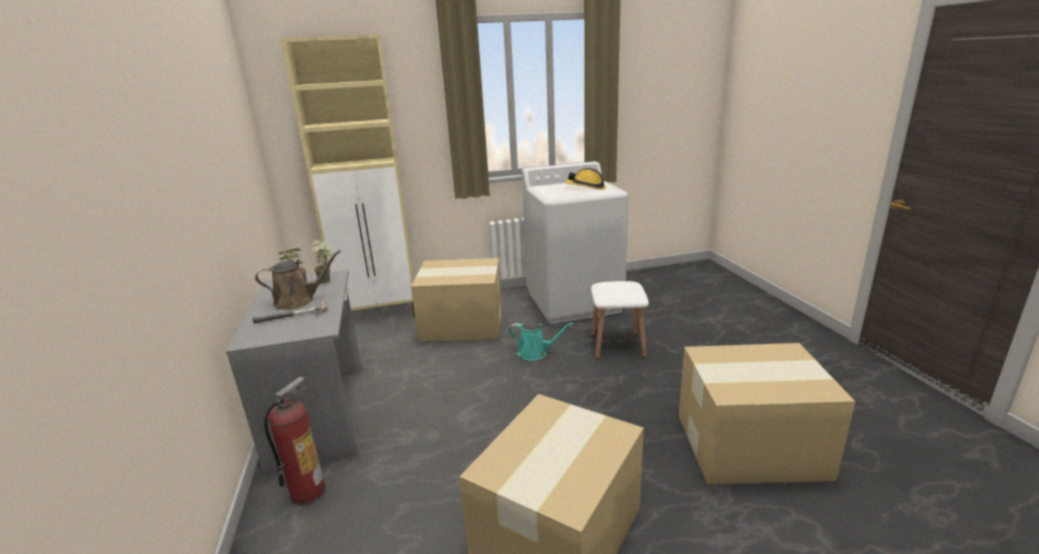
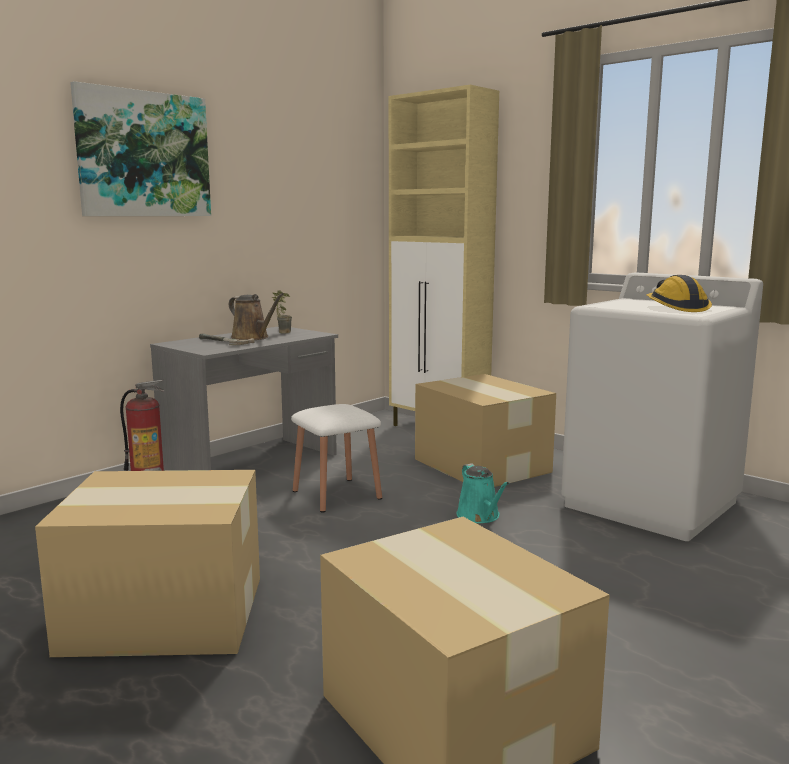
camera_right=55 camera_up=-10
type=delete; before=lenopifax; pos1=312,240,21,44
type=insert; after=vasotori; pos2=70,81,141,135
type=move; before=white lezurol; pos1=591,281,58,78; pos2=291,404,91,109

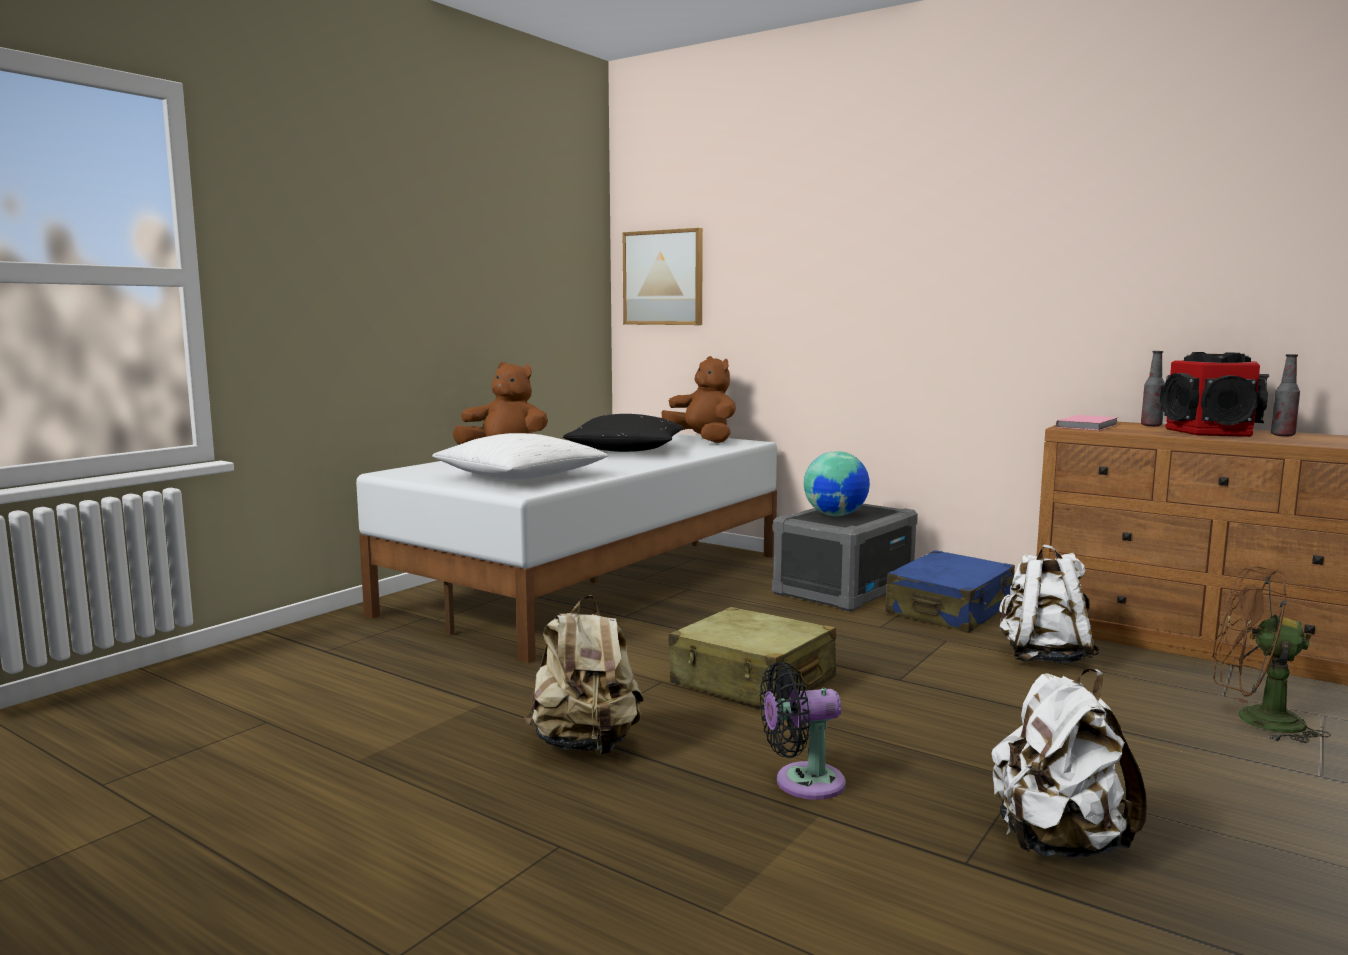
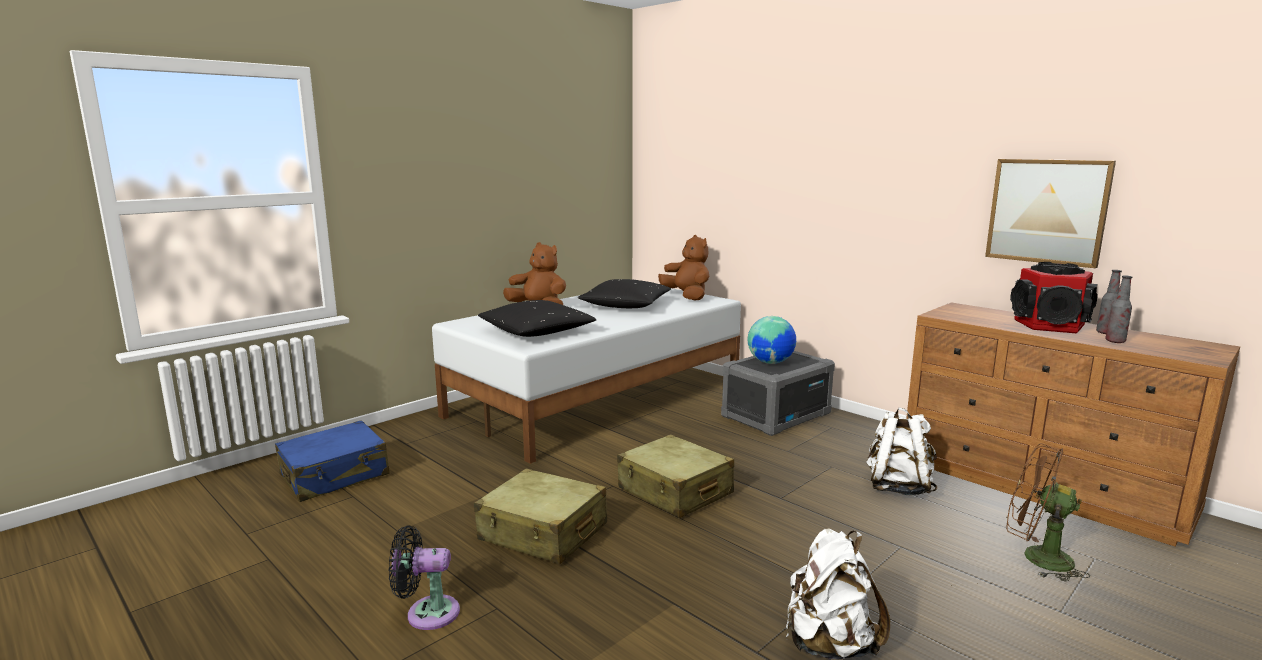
camera_right=10 camera_up=5
type=delete; before=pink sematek; pos1=1056,415,62,16
type=move; before=vasotori; pos1=623,228,80,97; pos2=985,159,131,109
type=move; before=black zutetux; pos1=760,662,86,138; pos2=389,525,71,105
type=move; before=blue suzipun; pos1=885,550,130,83; pos2=275,420,115,82
type=move; before=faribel; pos1=1141,351,24,75; pos2=1105,275,27,68
type=replace; before=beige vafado; after=beige suzipun; pos1=524,595,120,160; pos2=474,468,133,96
type=recolor; before=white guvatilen; after=black guvatilen; pos1=432,433,176,47; pos2=478,300,118,37

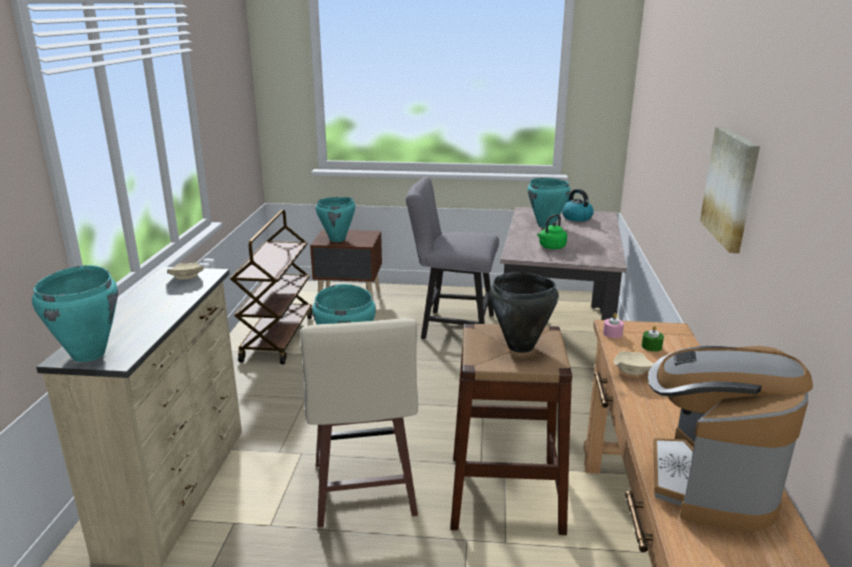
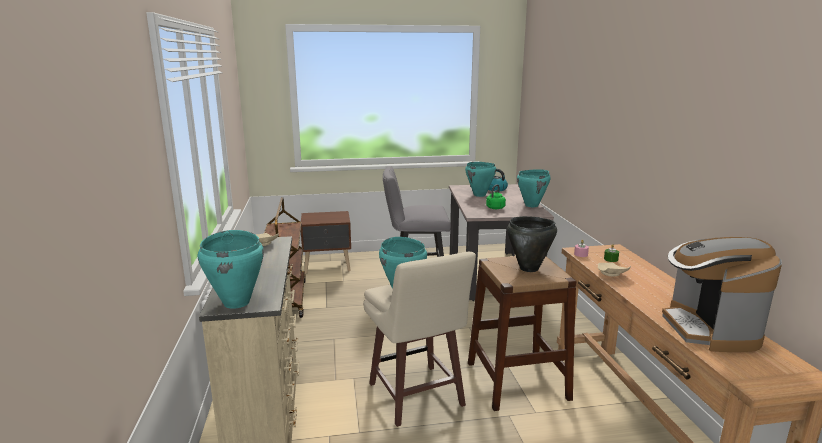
camera_right=-15 camera_up=-5
type=delete; before=vasotori; pos1=700,127,60,126
type=move; before=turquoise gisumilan; pos1=316,197,40,45; pos2=517,169,34,38

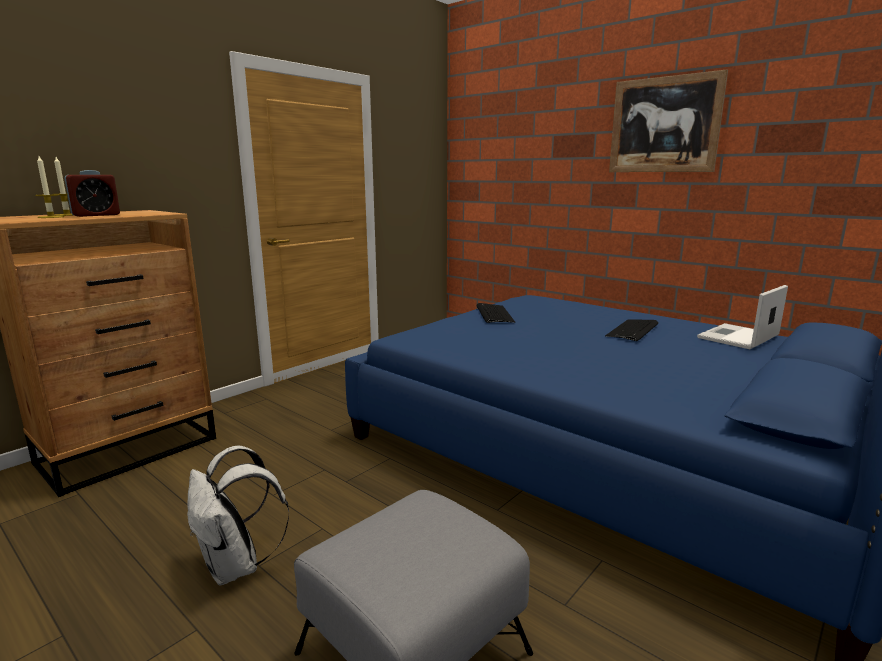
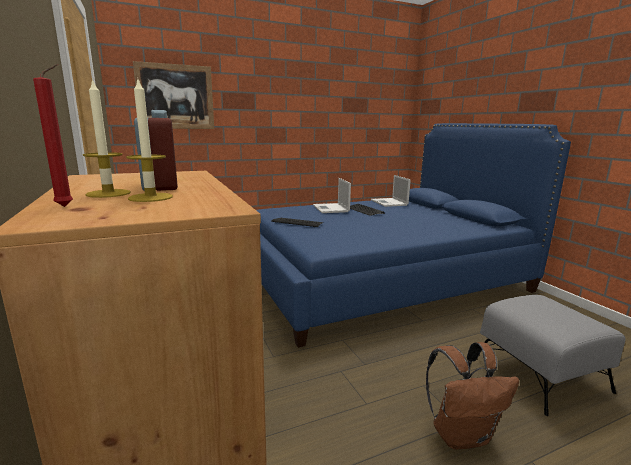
camera_right=-65 camera_up=0
type=insert; after=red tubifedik; pos2=33,64,40,143
type=insert; after=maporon; pos2=313,178,38,35
type=move; before=vasotori; pos1=609,70,119,102; pos2=133,61,81,68
type=recolor; before=white vafado; after=brown vafado; pos1=187,445,103,141; pos2=426,342,93,108

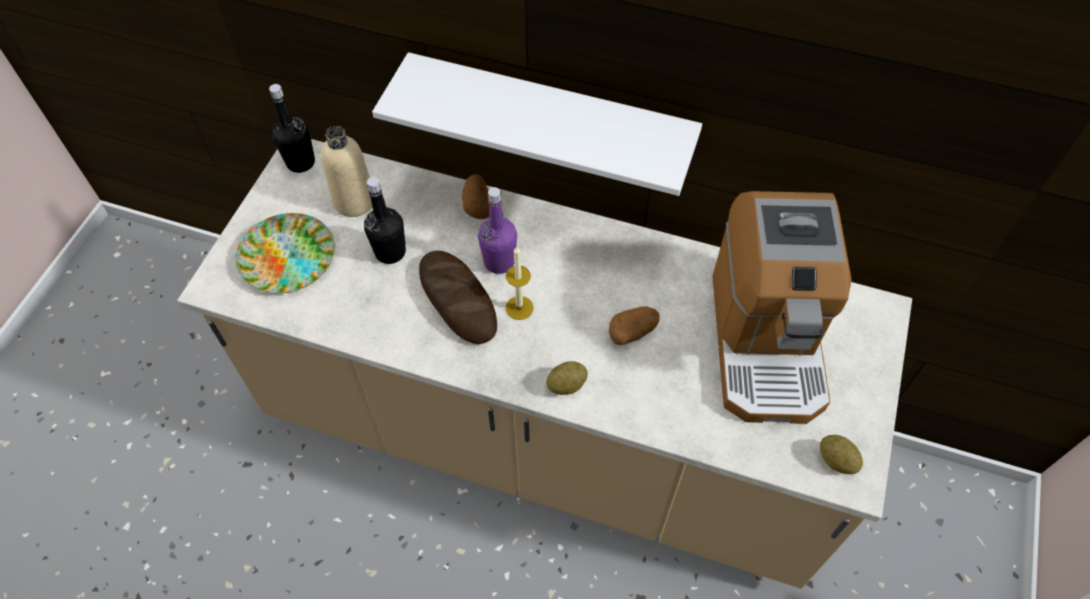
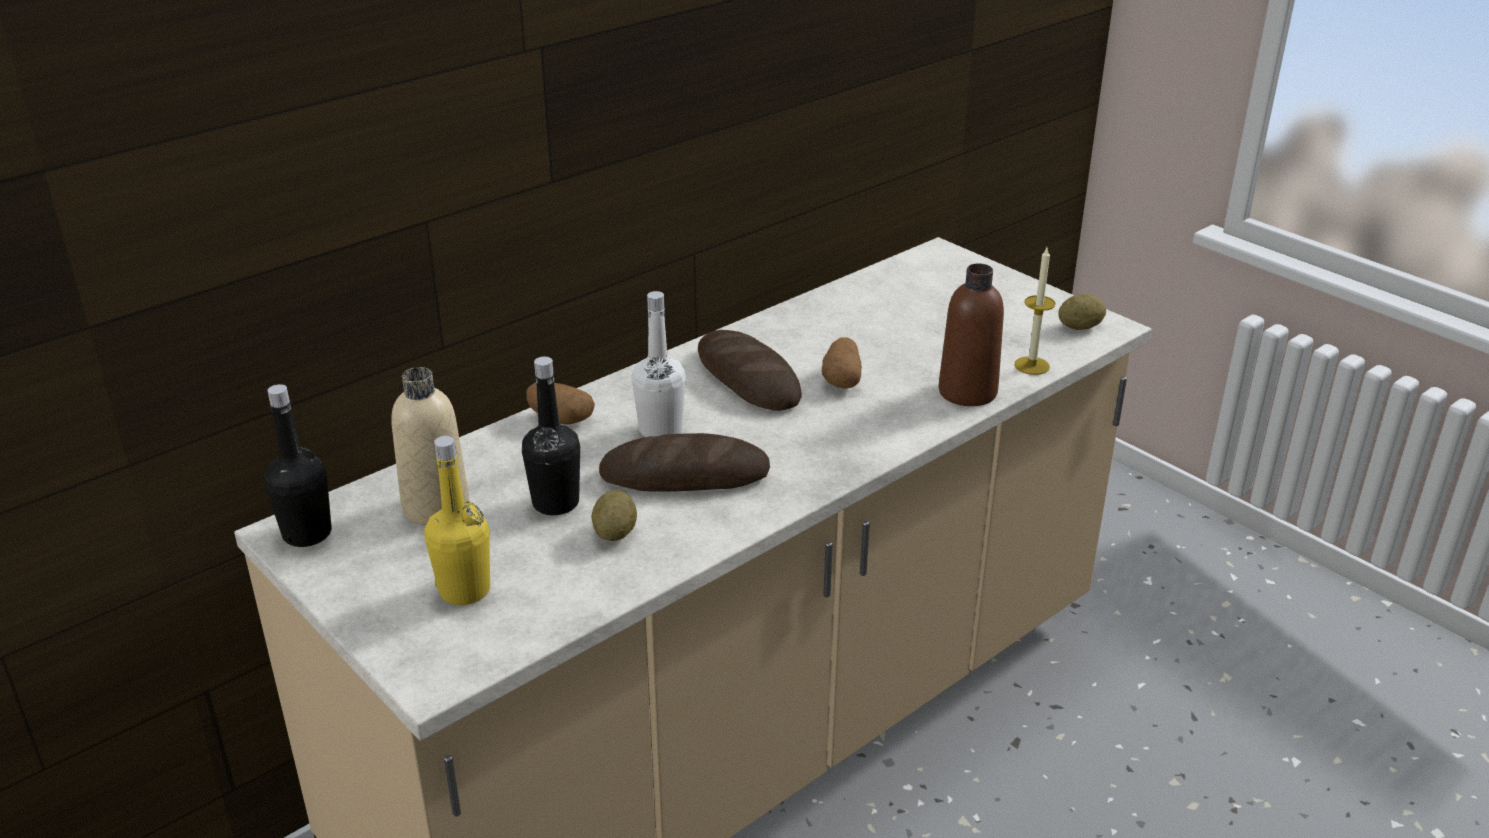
camera_right=-60 camera_up=-25
type=delete; before=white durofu; pos1=372,52,330,144
type=delete; before=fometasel; pos1=712,191,140,233
type=insert; after=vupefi; pos2=698,330,104,81
type=insert; after=brown faribel; pos2=939,263,65,143
type=move; before=tubifedik; pos1=506,247,28,73; pos2=1014,248,42,127
type=move; before=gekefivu; pos1=546,361,42,34; pos2=591,490,46,51
type=replace; before=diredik; after=yellow faribel; pos1=235,213,100,80; pos2=424,436,66,169
type=recolor; before=purple faribel; after=white faribel; pos1=478,187,39,87; pos2=632,291,54,146

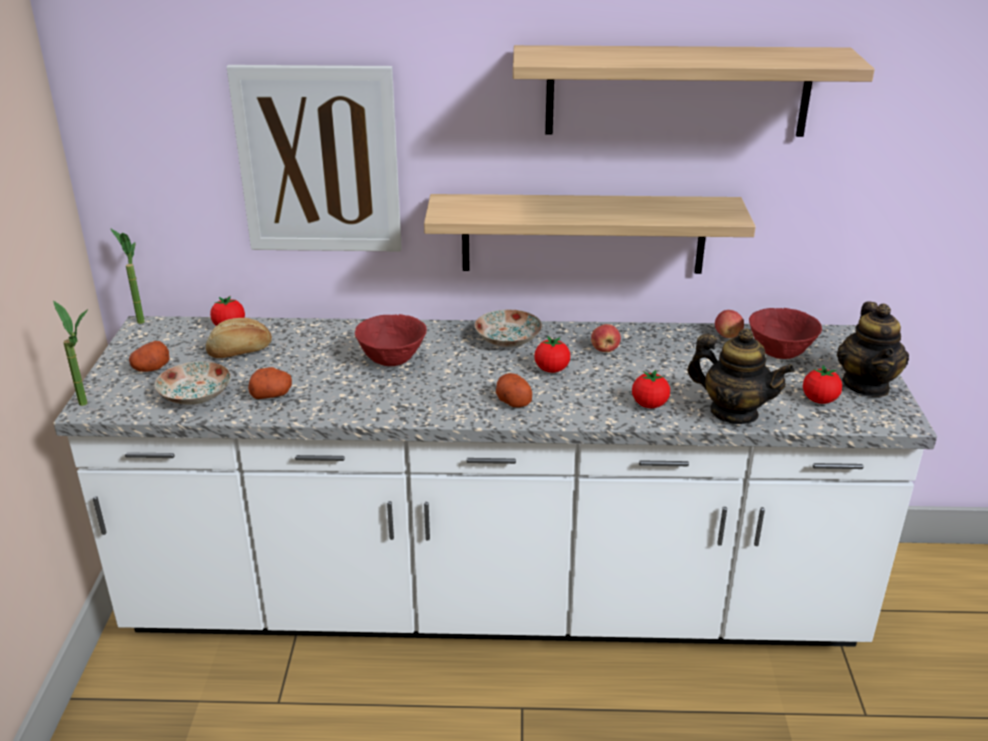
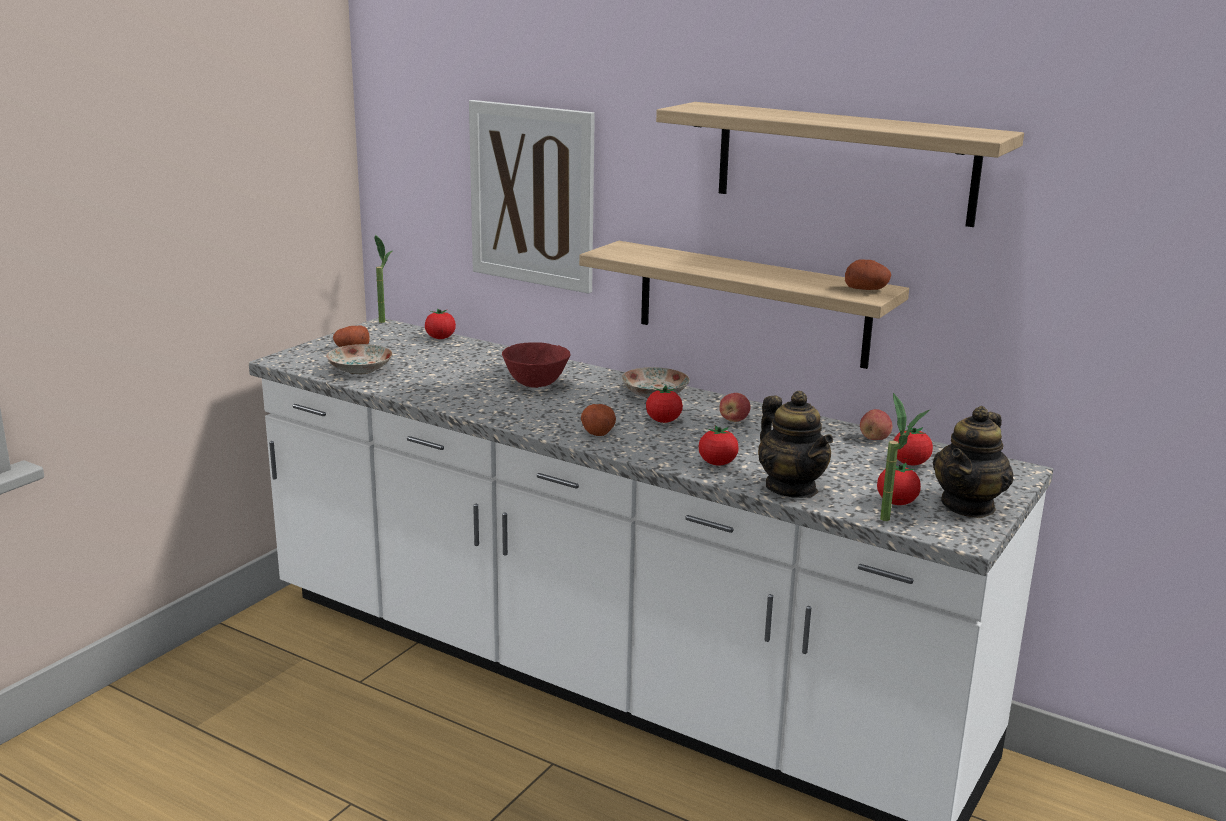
camera_right=30 camera_up=-10
type=delete; before=vupefi; pos1=206,318,66,40
type=move; before=lenopifax; pos1=53,301,35,105; pos2=880,393,50,128
type=move; before=gekefivu; pos1=248,367,44,32; pos2=845,259,46,31
type=replace; before=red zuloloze; after=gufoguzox; pos1=749,308,73,51; pos2=893,426,40,39

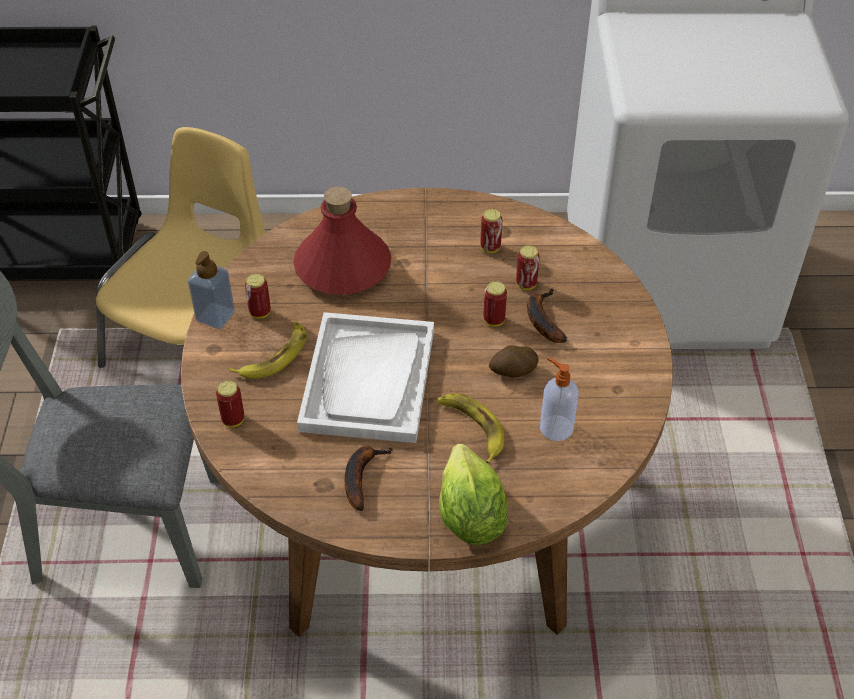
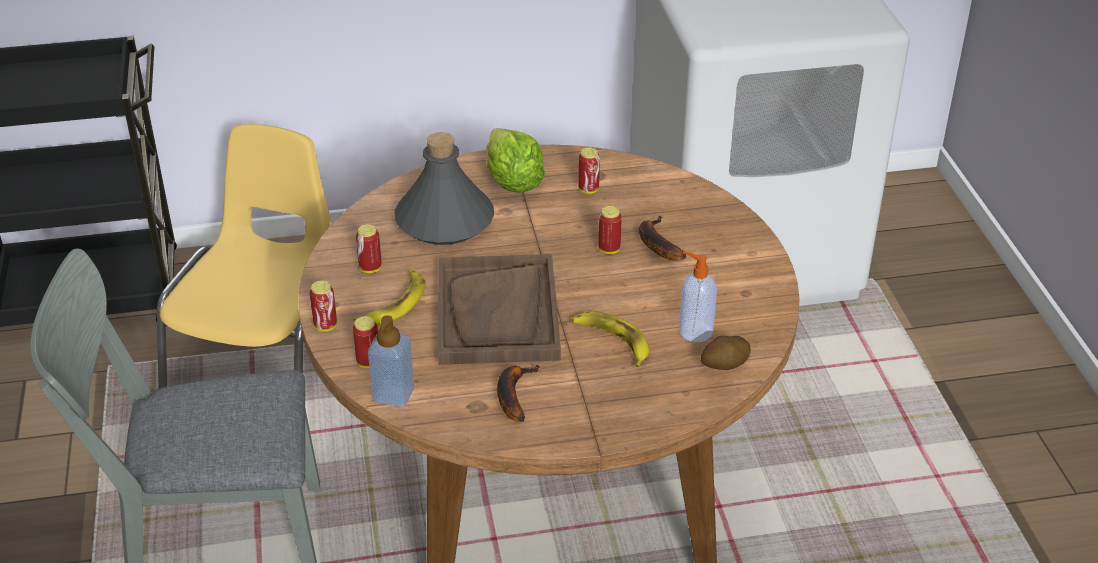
camera_right=-10 camera_up=-10
type=move; before=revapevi; pos1=188,251,47,78; pos2=368,315,46,92
type=move; before=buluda; pos1=439,444,69,101; pos2=486,128,59,65
type=move; before=gekefivu; pos1=489,345,50,33; pos2=701,336,50,34
type=move; before=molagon; pos1=516,245,24,45; pos2=310,281,27,51
type=recolor; before=red faribel; after=grey faribel; pos1=293,187,98,108; pos2=395,132,99,113
type=recolor; before=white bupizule; after=brown bupizule; pos1=297,312,137,131; pos2=438,254,123,111

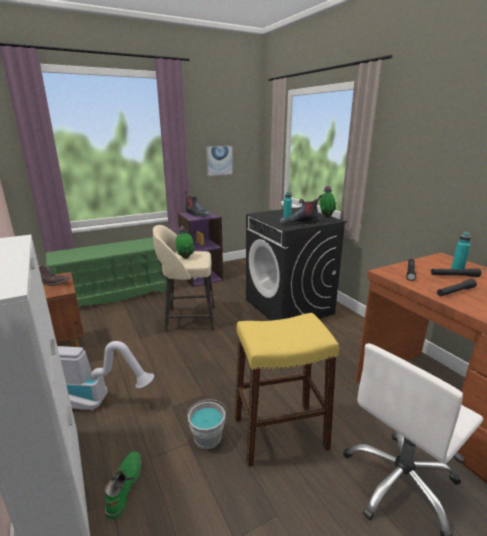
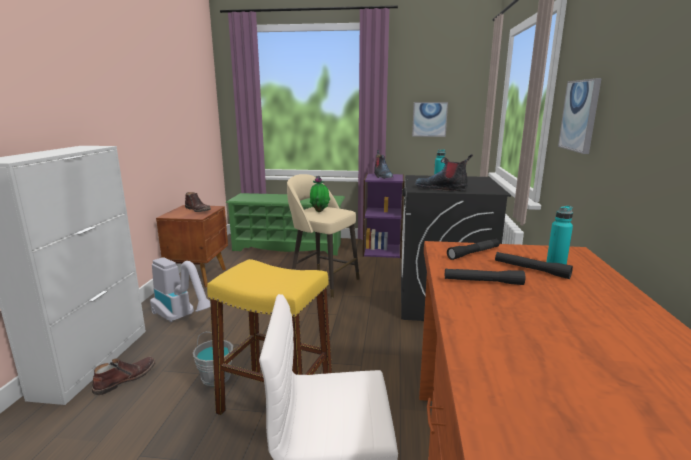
camera_right=35 camera_up=-5
type=delete; before=lenopifax; pos1=320,185,17,32
type=insert; after=vasotori; pos2=558,78,44,76
type=recolor; before=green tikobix; after=brown tikobix; pos1=105,451,36,68; pos2=92,357,64,38

